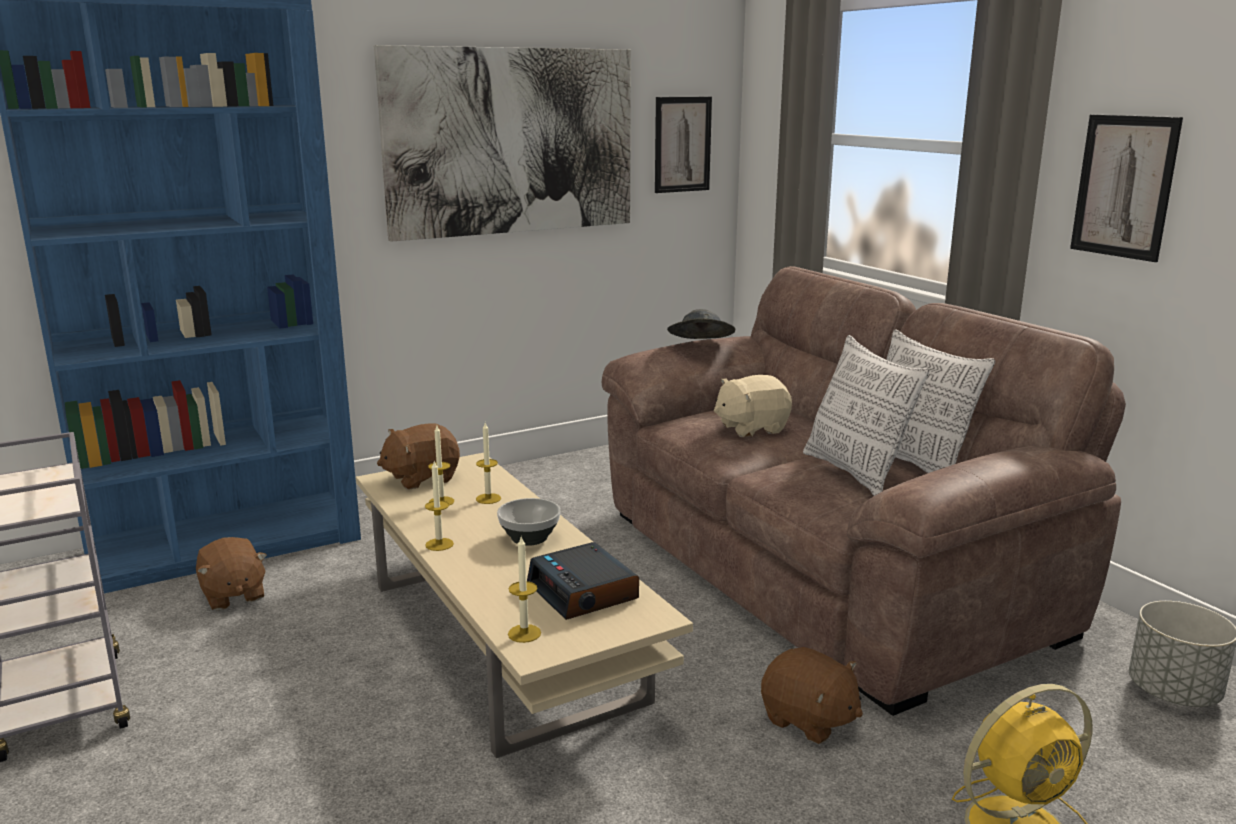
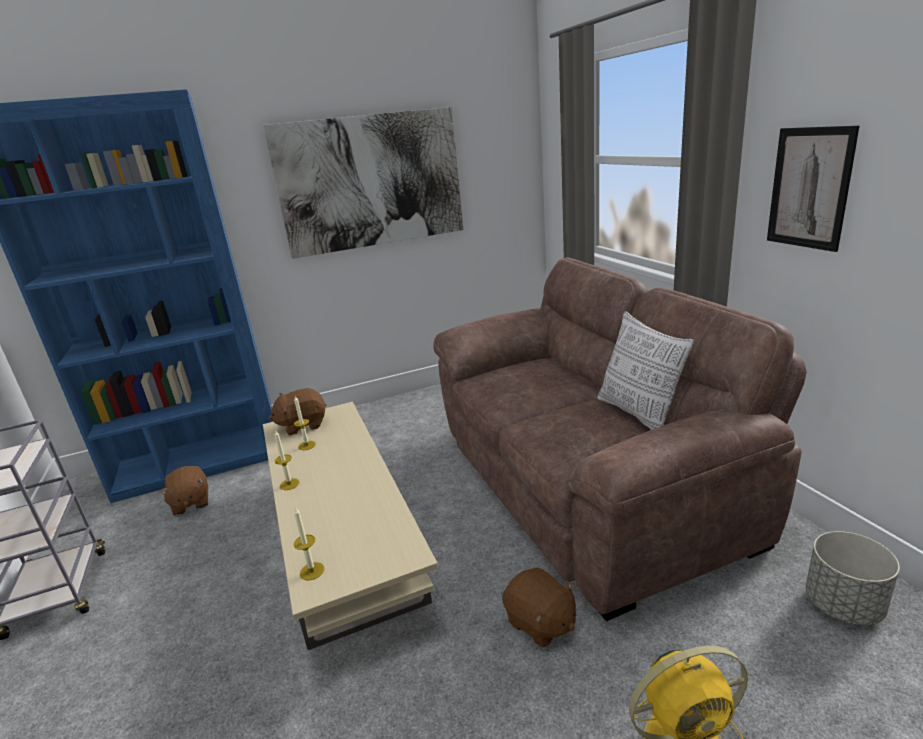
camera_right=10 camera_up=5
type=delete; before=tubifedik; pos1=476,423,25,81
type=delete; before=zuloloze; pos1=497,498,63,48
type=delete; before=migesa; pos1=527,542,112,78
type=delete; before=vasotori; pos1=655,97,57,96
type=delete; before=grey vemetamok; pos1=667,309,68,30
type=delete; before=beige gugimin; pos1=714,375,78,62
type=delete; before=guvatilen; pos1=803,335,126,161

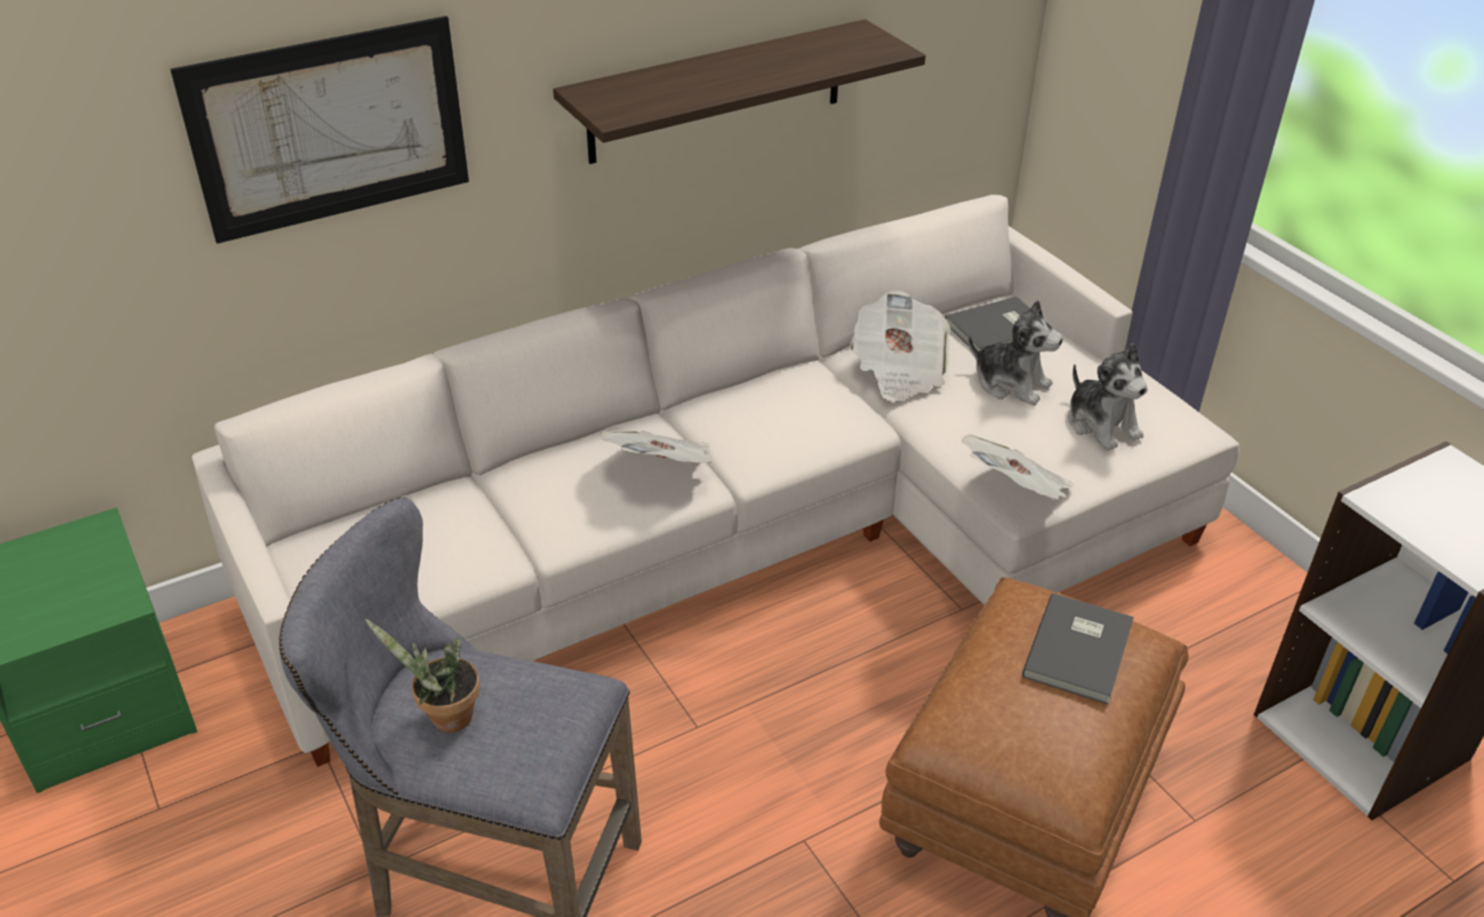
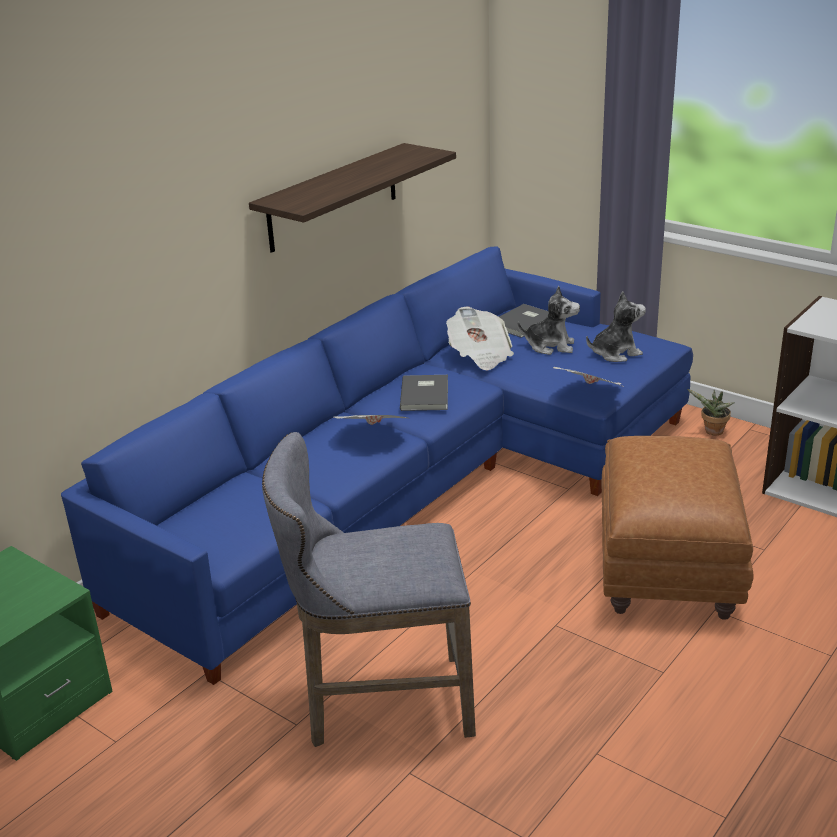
camera_right=-20 camera_up=-10
type=delete; before=vasotori; pos1=170,16,299,228
type=move; before=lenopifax; pos1=365,619,115,113; pos2=687,389,47,47
type=move; before=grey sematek; pos1=1022,593,112,111; pos2=400,375,48,36
type=recolor; before=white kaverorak; after=blue kaverorak; pos1=192,195,1048,572; pos2=61,247,632,438
type=rotate; before=gugimin; pos1=1068,343,80,108; pos2=586,291,60,71; turn=-60

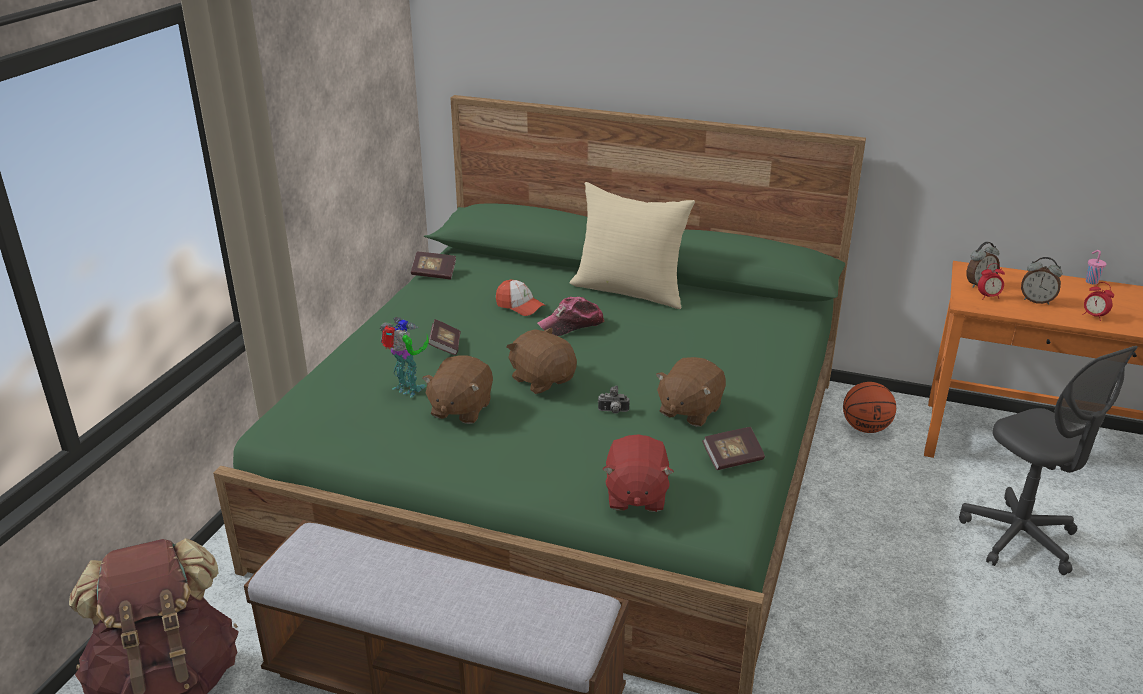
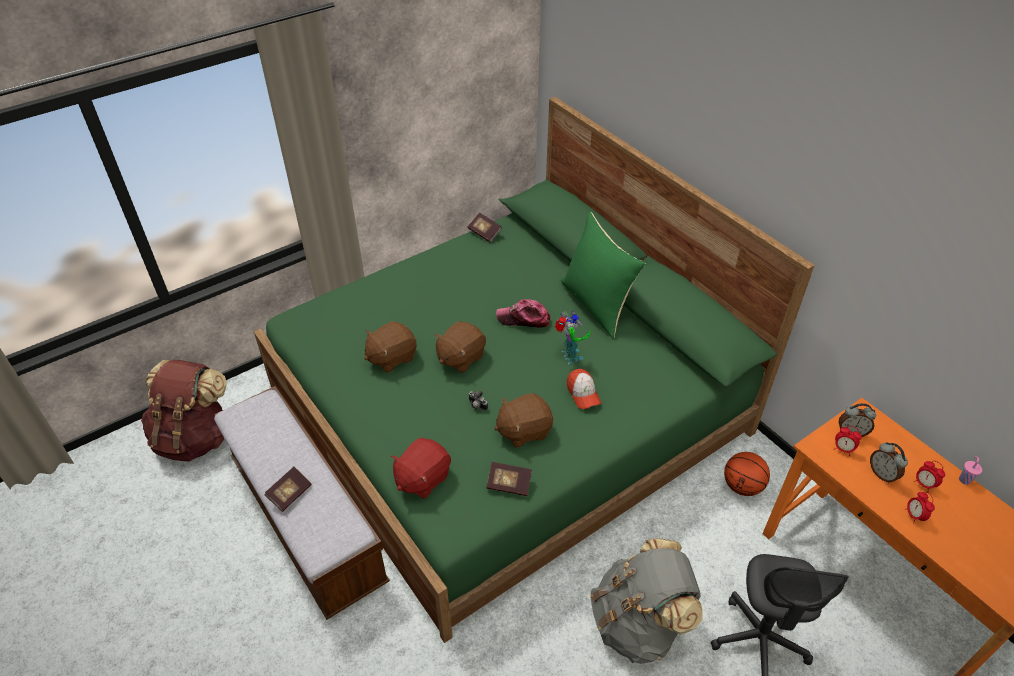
camera_right=35 camera_up=15
type=insert; after=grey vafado; pos2=590,538,112,126
type=insert; after=migesa; pos2=914,461,31,32
type=move; before=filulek; pos1=379,317,50,80; pos2=555,310,36,54
type=move; before=sematek; pos1=428,319,33,36; pos2=264,467,47,45
type=move; before=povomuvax; pos1=496,279,49,37; pos2=567,369,34,40
type=recolor; before=beige guvatilen; after=green guvatilen; pos1=570,182,125,127; pos2=561,211,85,127
type=rotate; before=brown gugimin; pos1=507,327,70,67; pos2=434,322,52,51; turn=-135

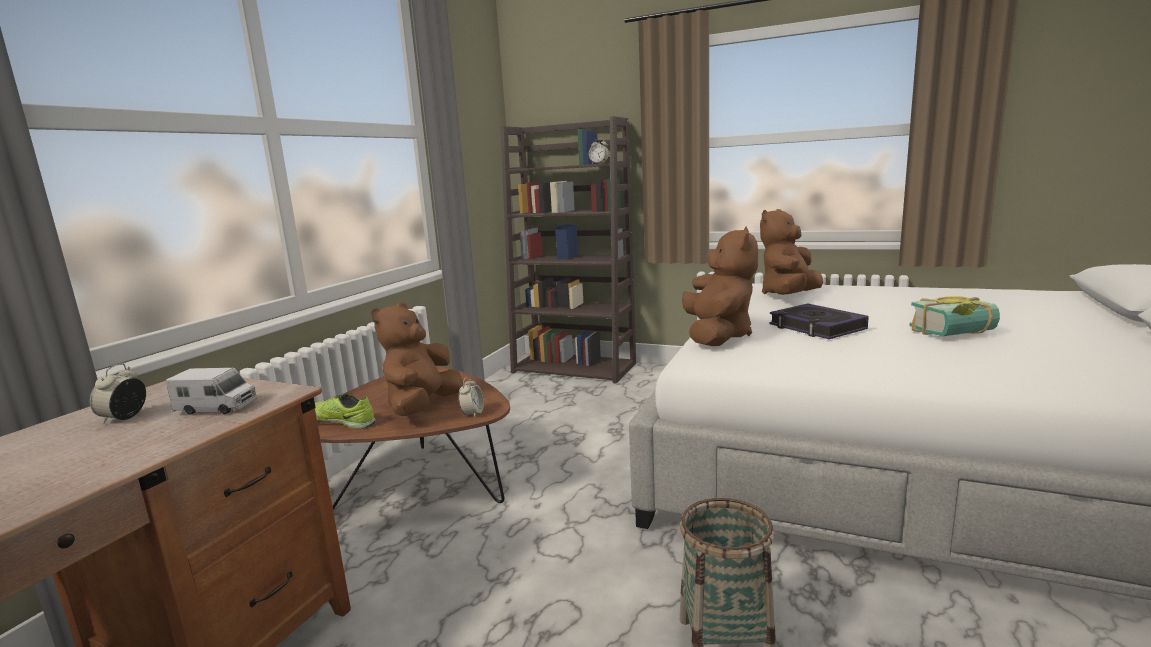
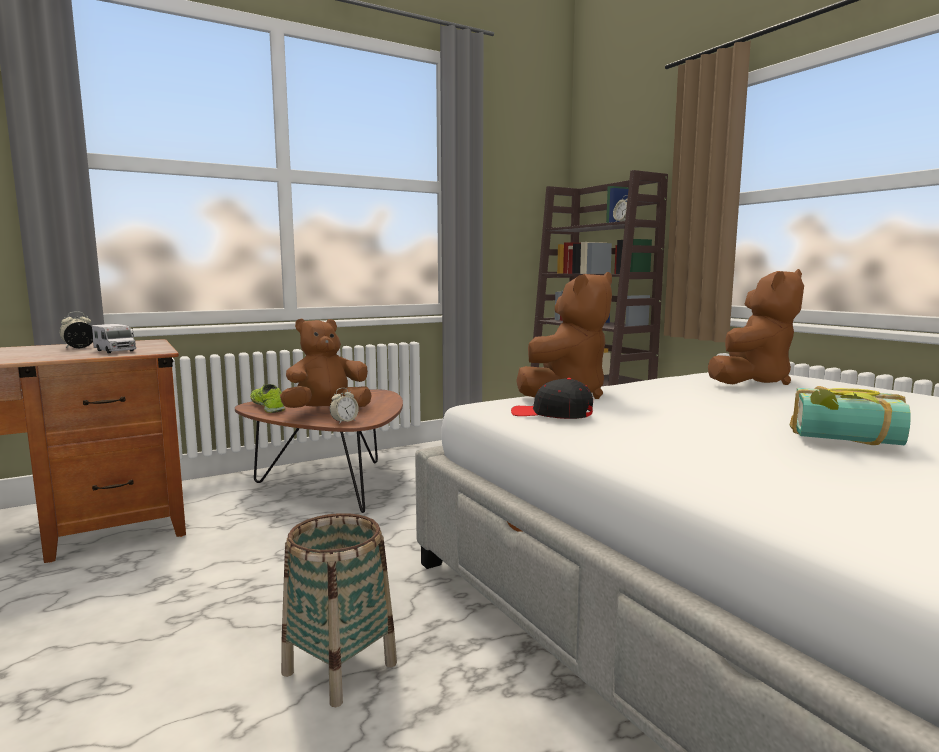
camera_right=35 camera_up=-5
type=delete; before=sematek; pos1=769,303,100,36
type=insert; after=black povomuvax; pos2=511,378,82,41
type=rotate; before=brown gugimin; pos1=760,209,63,86; pos2=708,269,96,116; turn=150

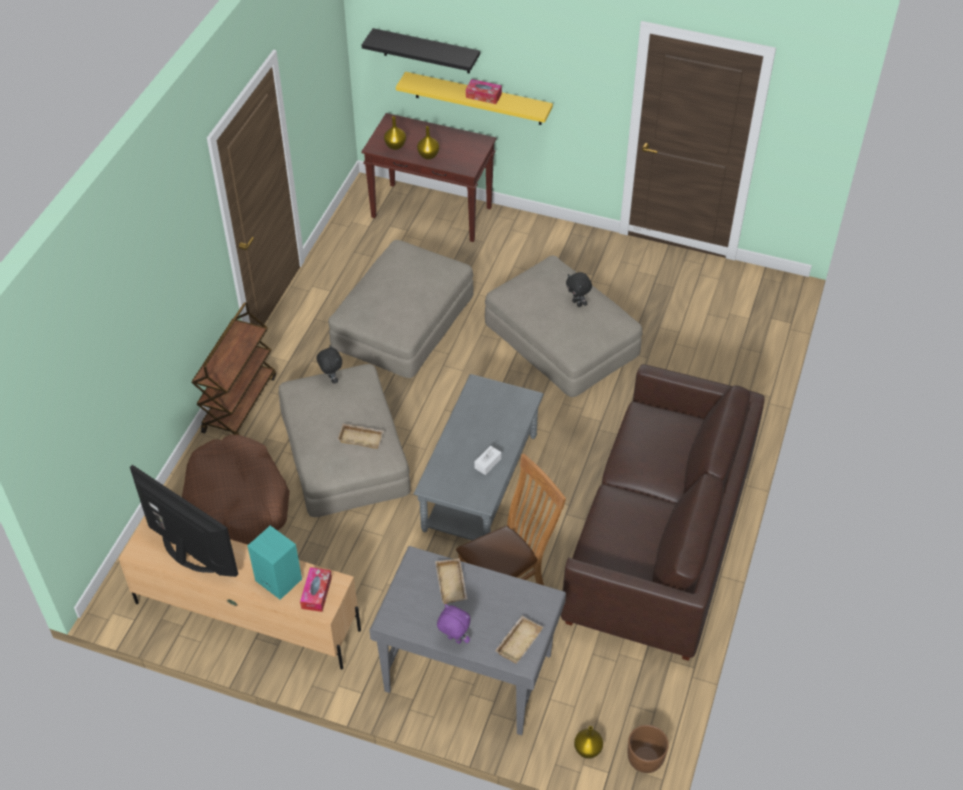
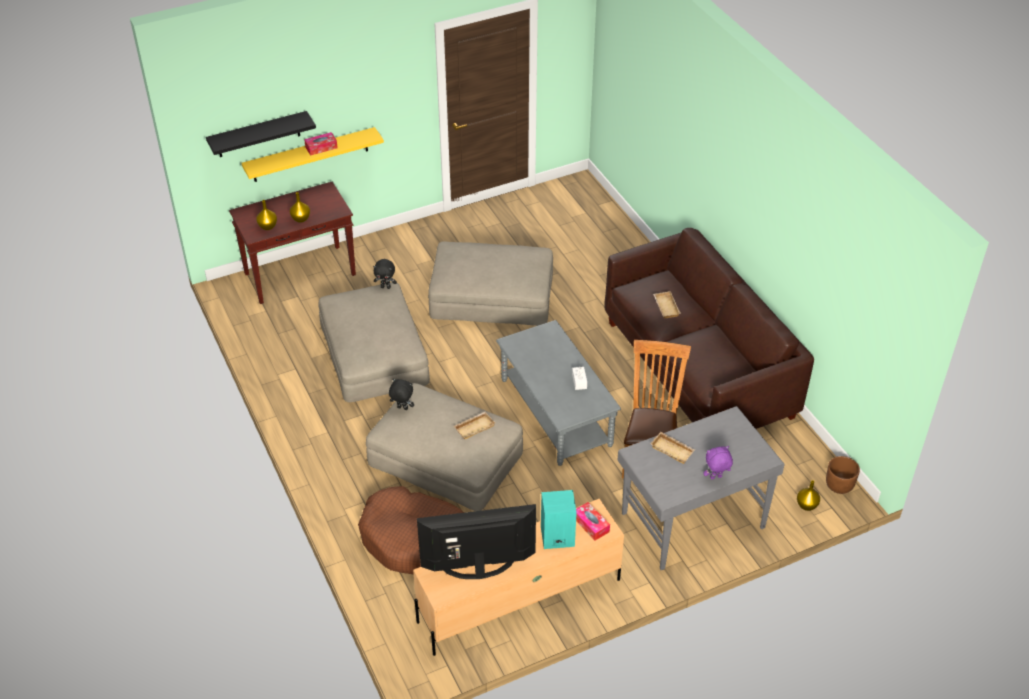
camera_right=-45 camera_up=-5
type=delete; before=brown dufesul; pos1=191,302,85,133
type=move; before=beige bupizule; pos1=495,616,49,48; pos2=653,291,28,27
type=move; before=black gugimin; pos1=566,272,26,35; pos2=373,259,24,30

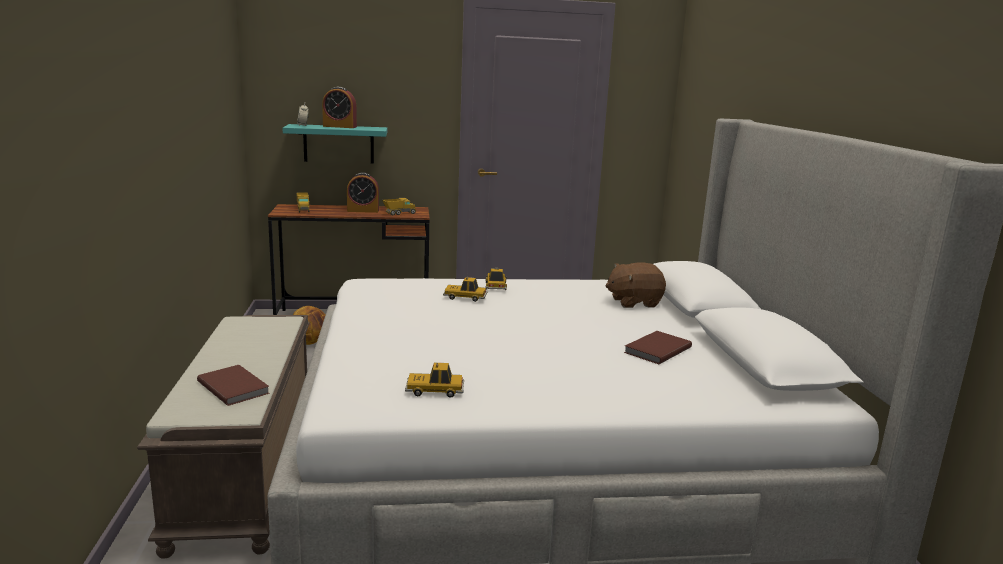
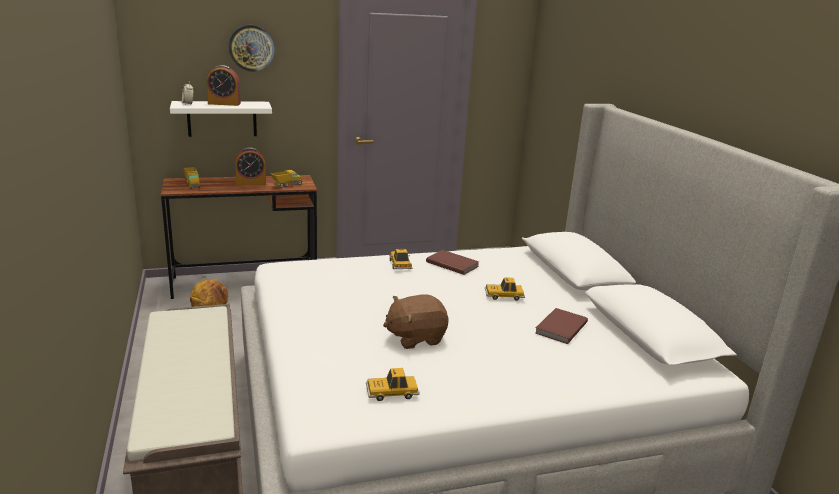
camera_right=-10 camera_up=5
type=insert; after=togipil; pos2=228,25,47,47
type=move; before=brown sematek; pos1=197,365,73,41; pos2=426,250,53,25
type=move; before=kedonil; pos1=443,277,44,25; pos2=485,277,40,24
type=move; before=brown gugimin; pos1=605,262,61,46; pos2=383,294,66,55
type=recolor; before=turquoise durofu; after=white durofu; pos1=283,124,104,39; pos2=170,101,102,36

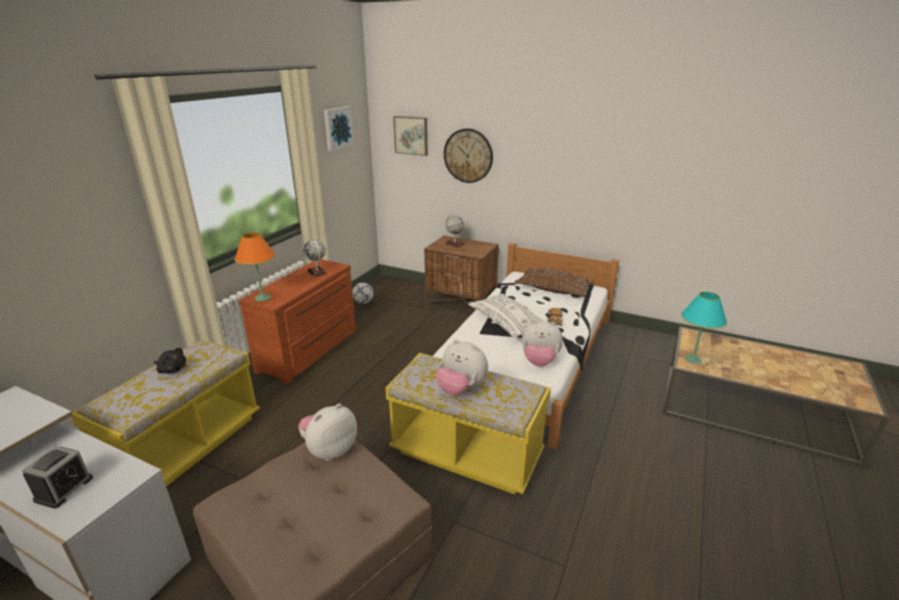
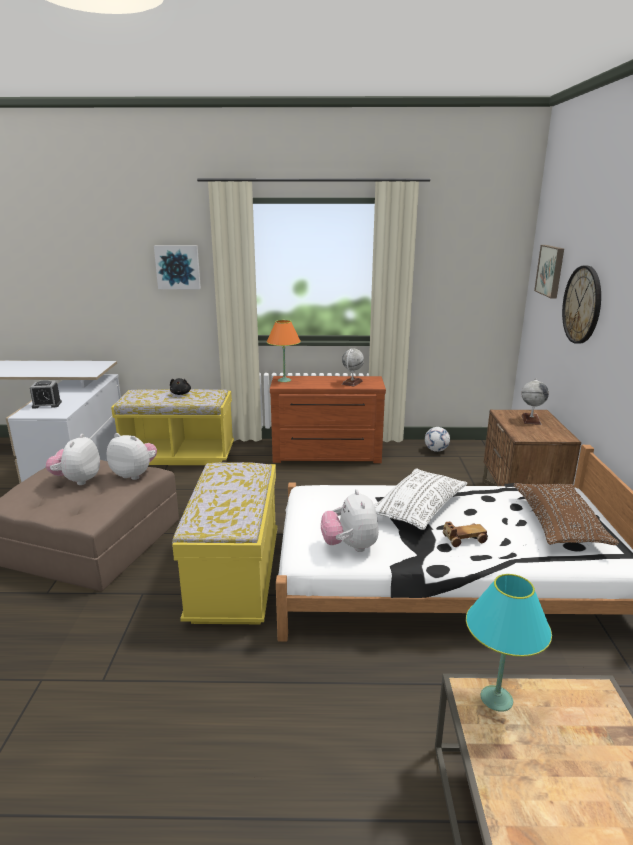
camera_right=65 camera_up=-5
type=move; before=vasotori; pos1=324,106,30,45; pos2=154,245,47,44
type=move; before=gugimin; pos1=435,339,53,57; pos2=46,434,54,51

